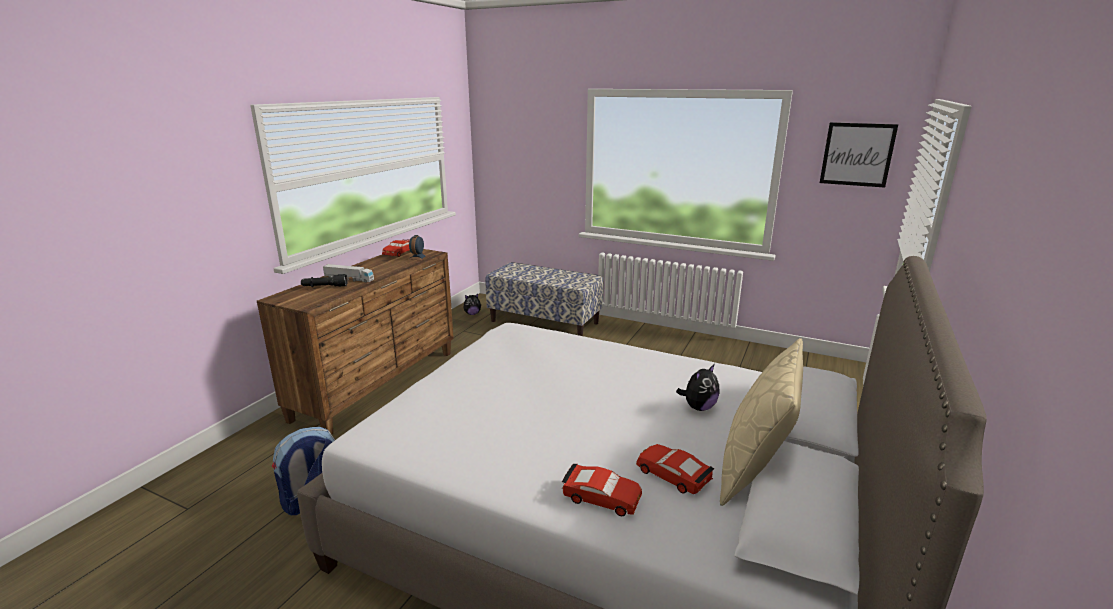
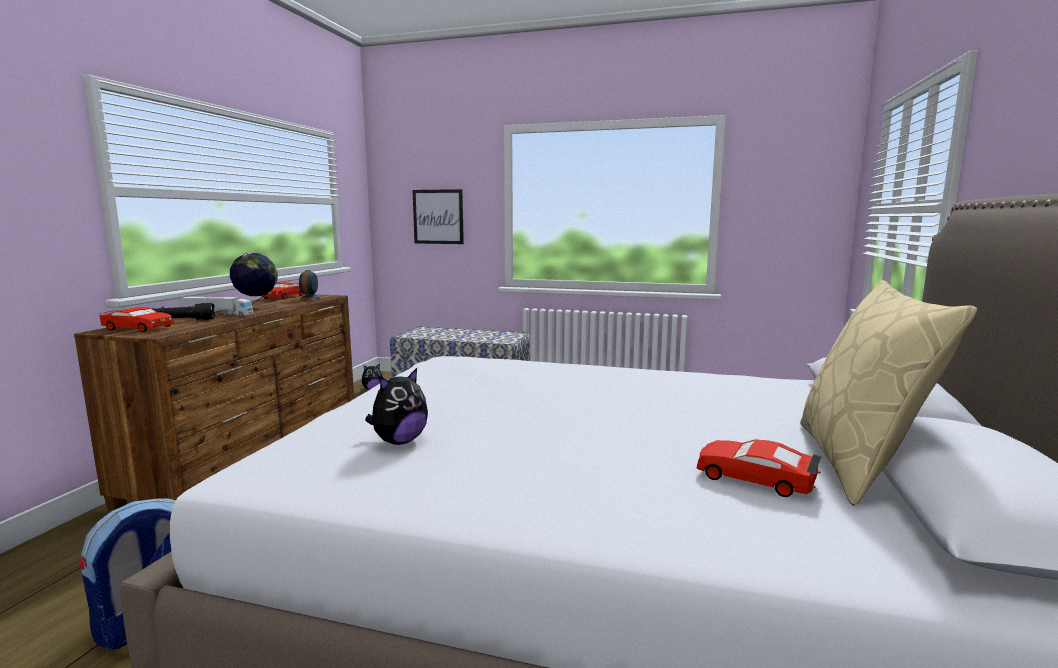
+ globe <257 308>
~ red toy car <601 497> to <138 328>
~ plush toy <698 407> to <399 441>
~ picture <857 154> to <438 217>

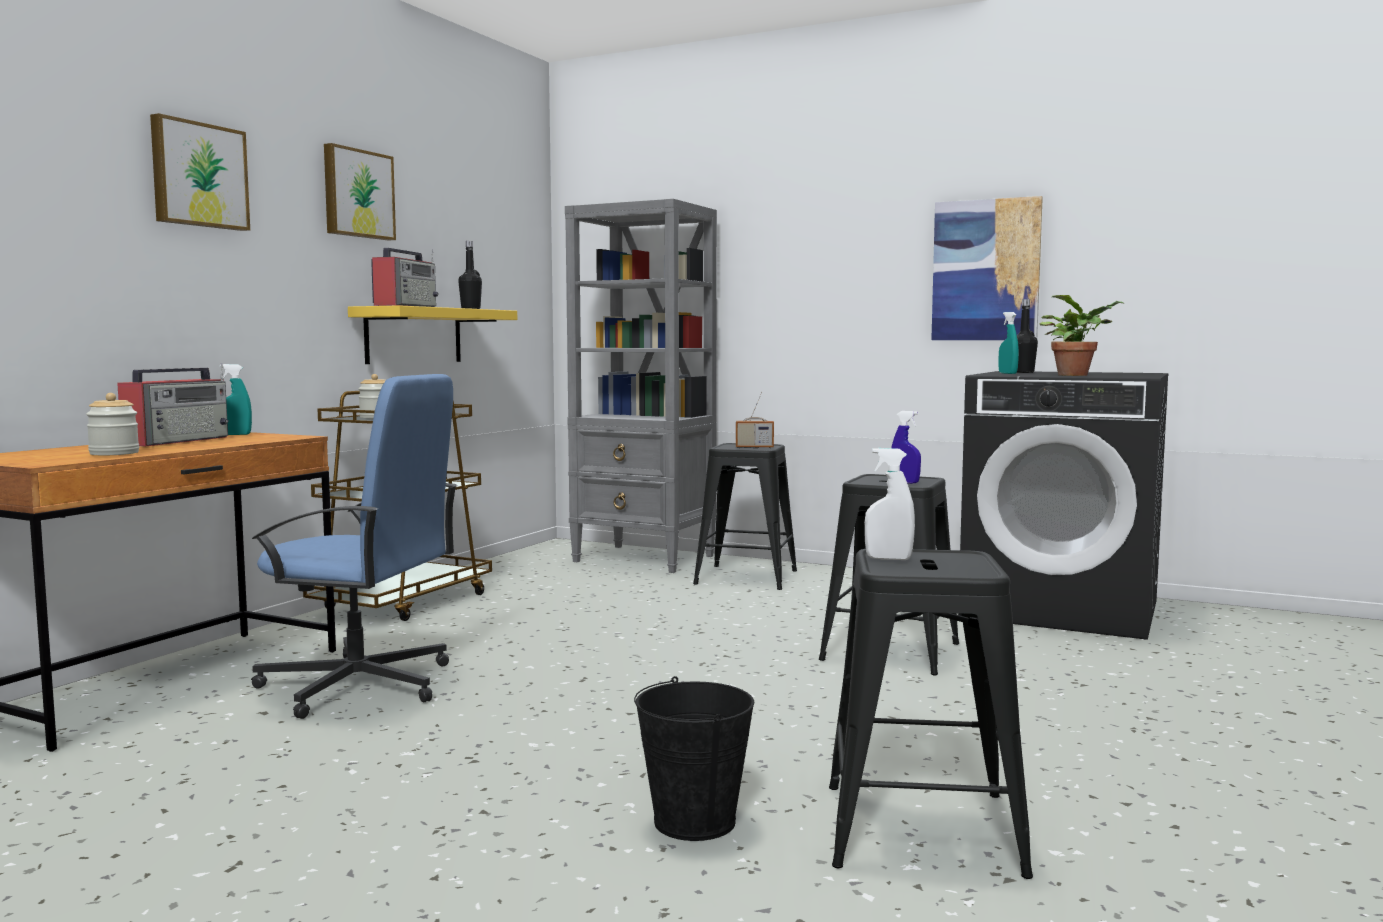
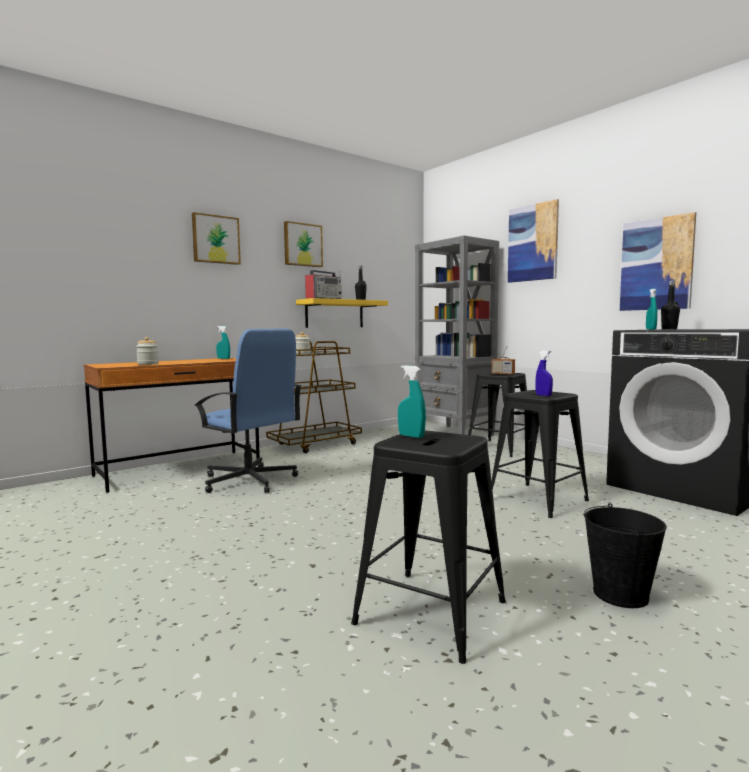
- radio <178 441>
- potted plant <1076 375>
+ picture <532 243>
~ black bucket <695 821> to <620 594>
~ white spray bottle <888 558> to turquoise spray bottle <411 436>

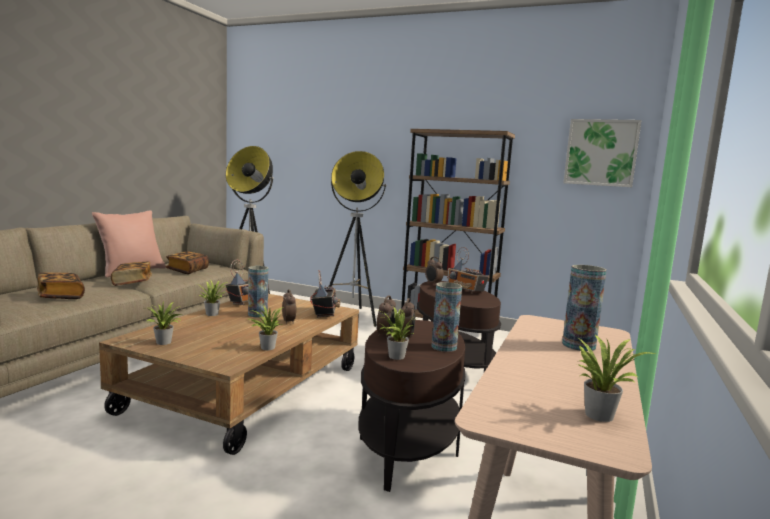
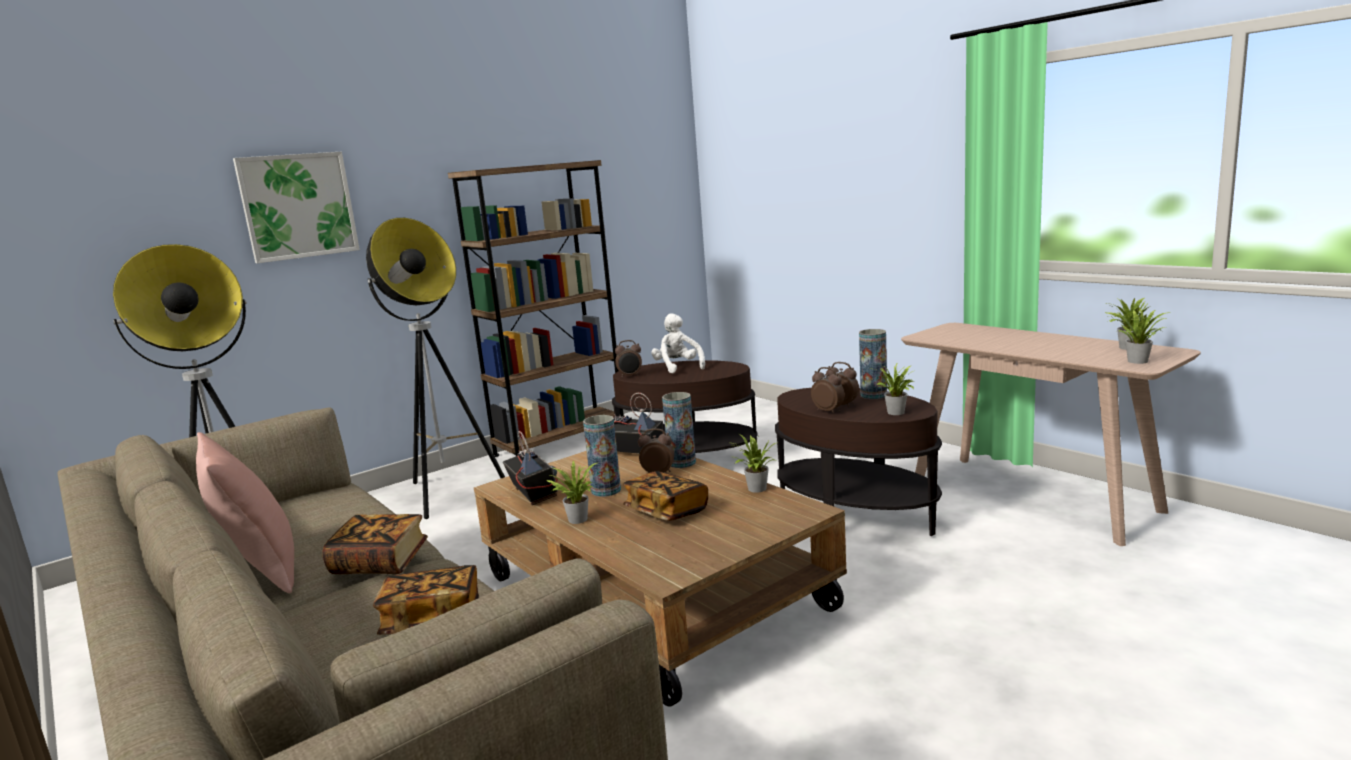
~ potted plant <164 343> to <1139 361>
~ book <187 270> to <666 511>
~ vase <578 345> to <682 463>
~ picture <601 152> to <298 206>
~ radio <465 291> to white plush toy <678 367>

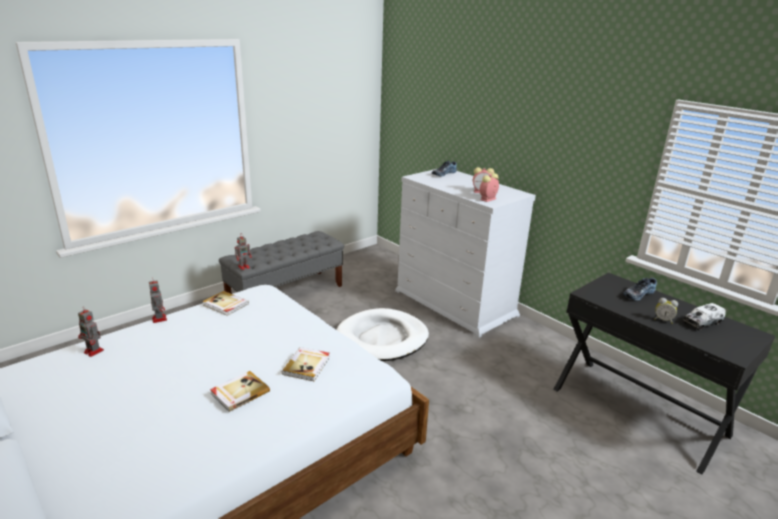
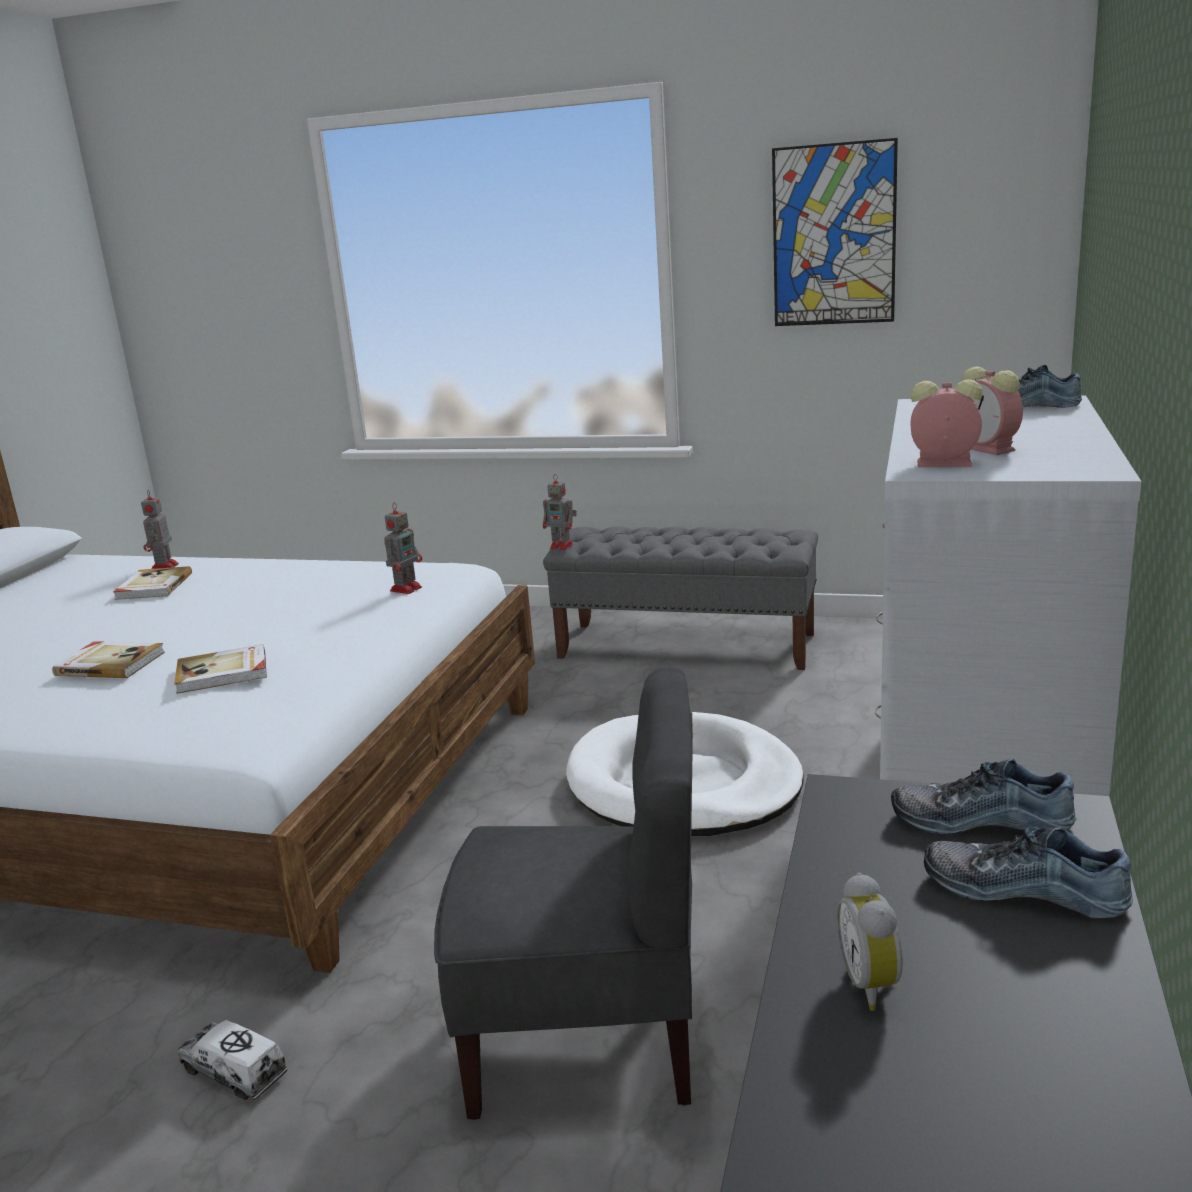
+ grey chair <587 1037>
+ picture <833 235>
+ shoe <980 818>
~ toy robot <159 318> to <407 588>
~ book <225 304> to <153 586>
~ toy truck <702 323> to <234 1072>

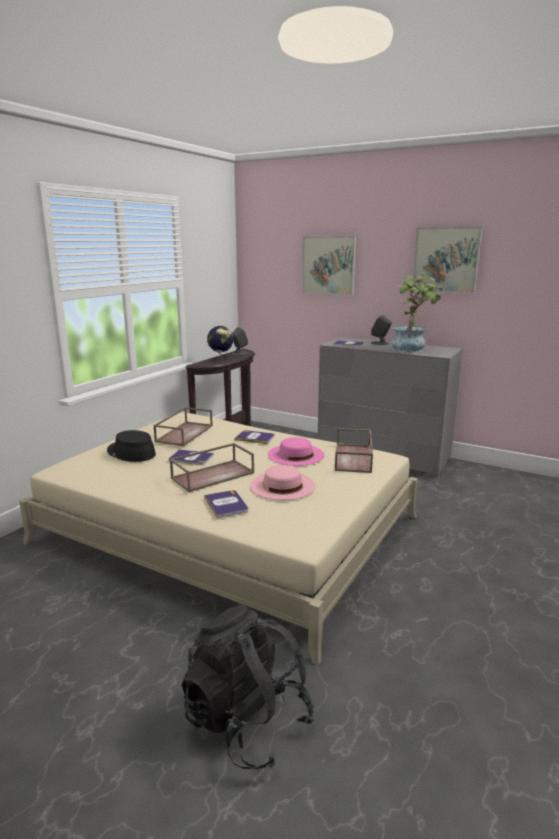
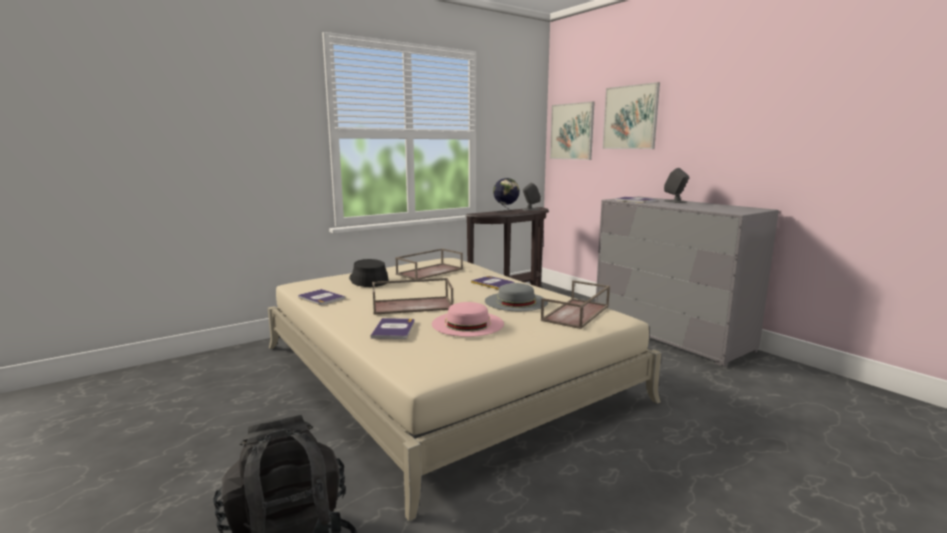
- potted plant <412 350>
~ book <191 458> to <321 298>
~ picture <446 260> to <572 131>
~ pink hat <296 454> to grey hat <516 301>

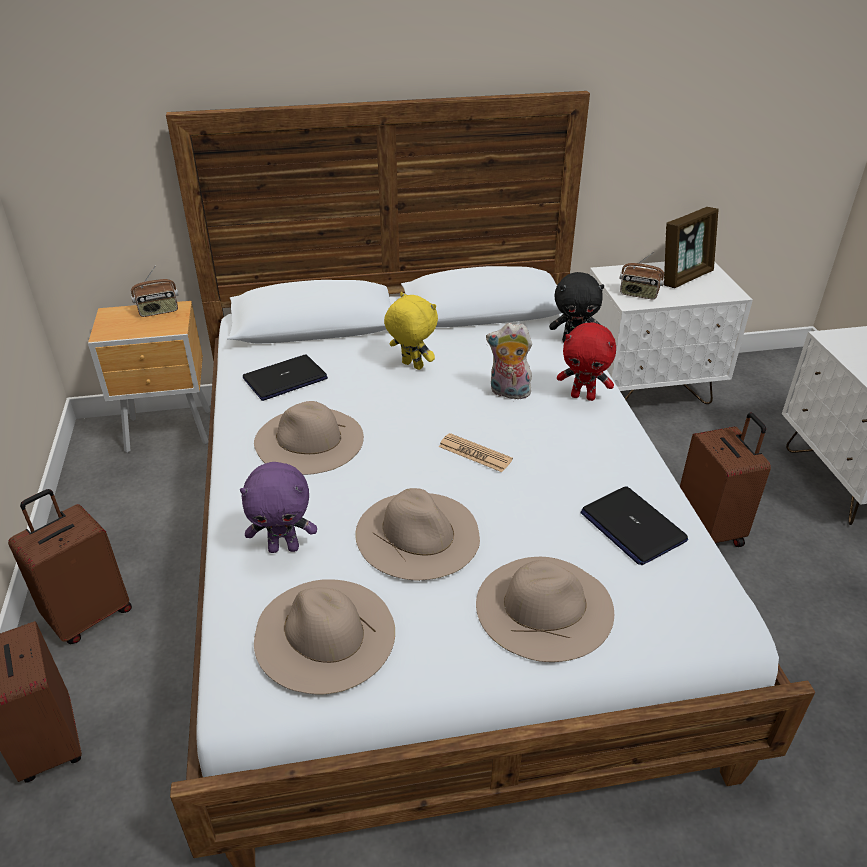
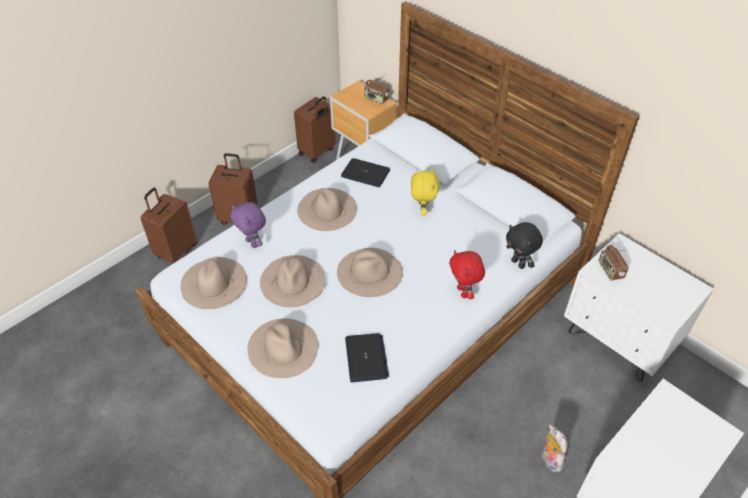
- picture frame <685 277>
~ plush toy <508 393> to <549 459>
~ brown suitcase <710 529> to <317 152>
~ newspaper <475 453> to beige hat <369 272>
~ laptop <632 526> = <366 358> 150 degrees clockwise

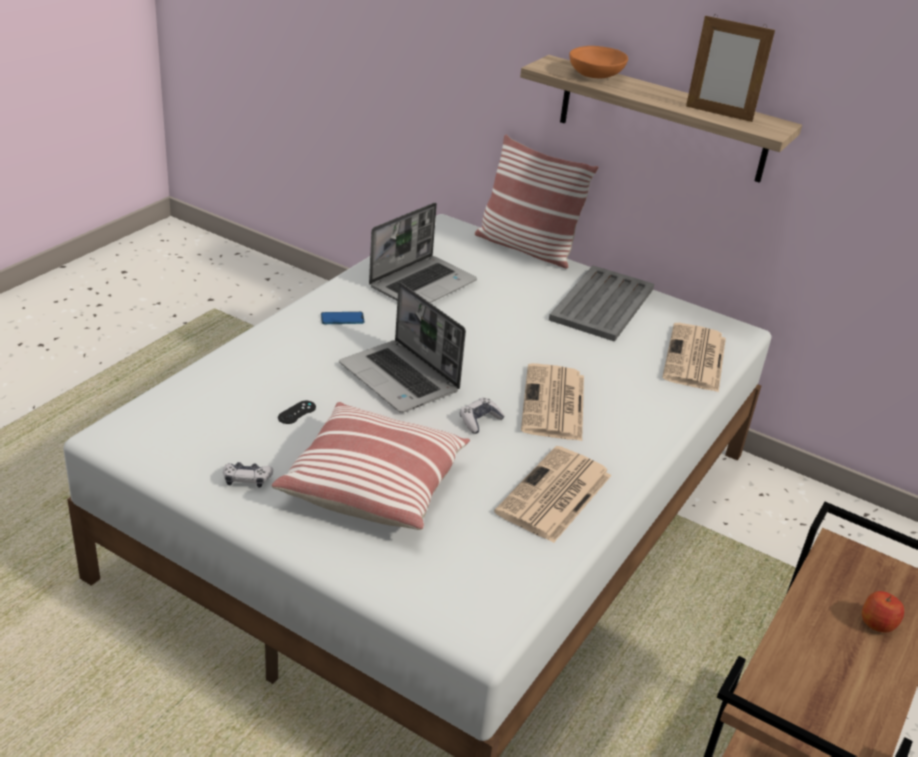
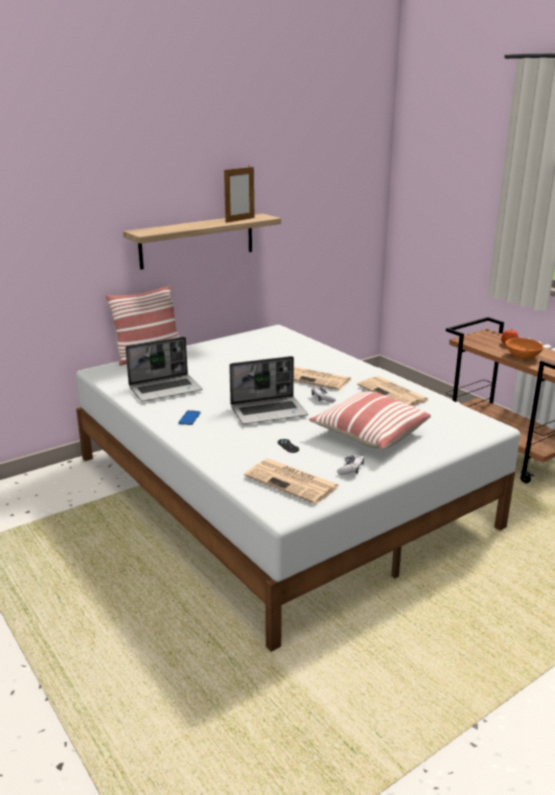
- grey tray <603 304>
~ orange bowl <596 76> to <522 356>
~ newspaper <695 359> to <293 482>
~ laptop <423 284> = <166 389> 90 degrees clockwise

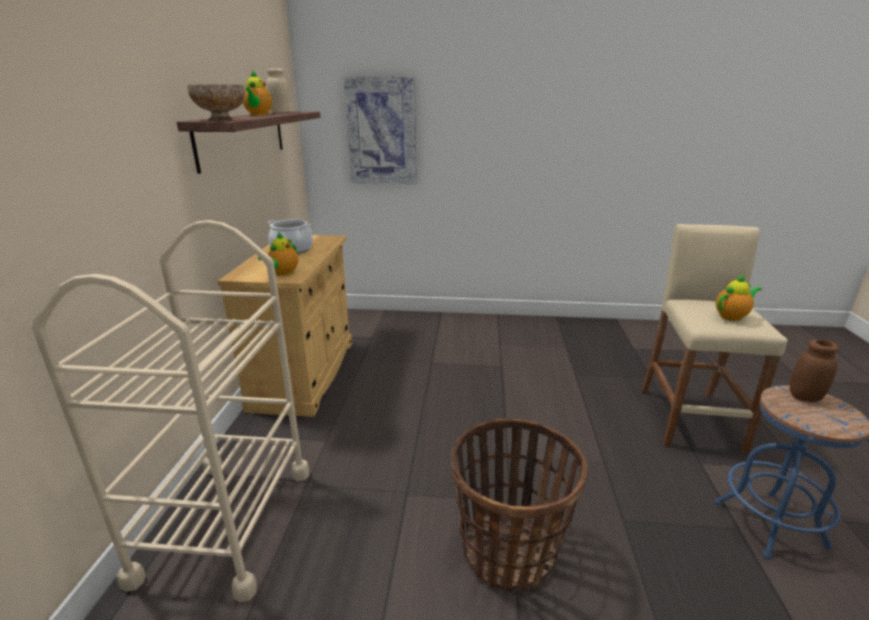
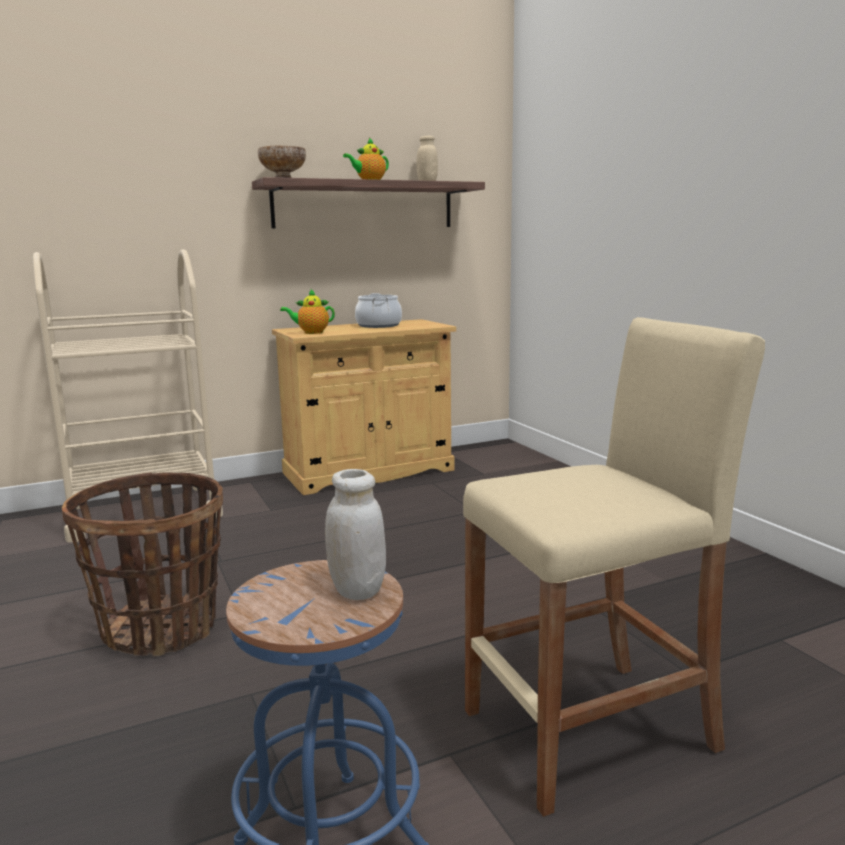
- picture <382 131>
- teapot <732 316>
~ brown jar <804 397> to white jar <357 590>

